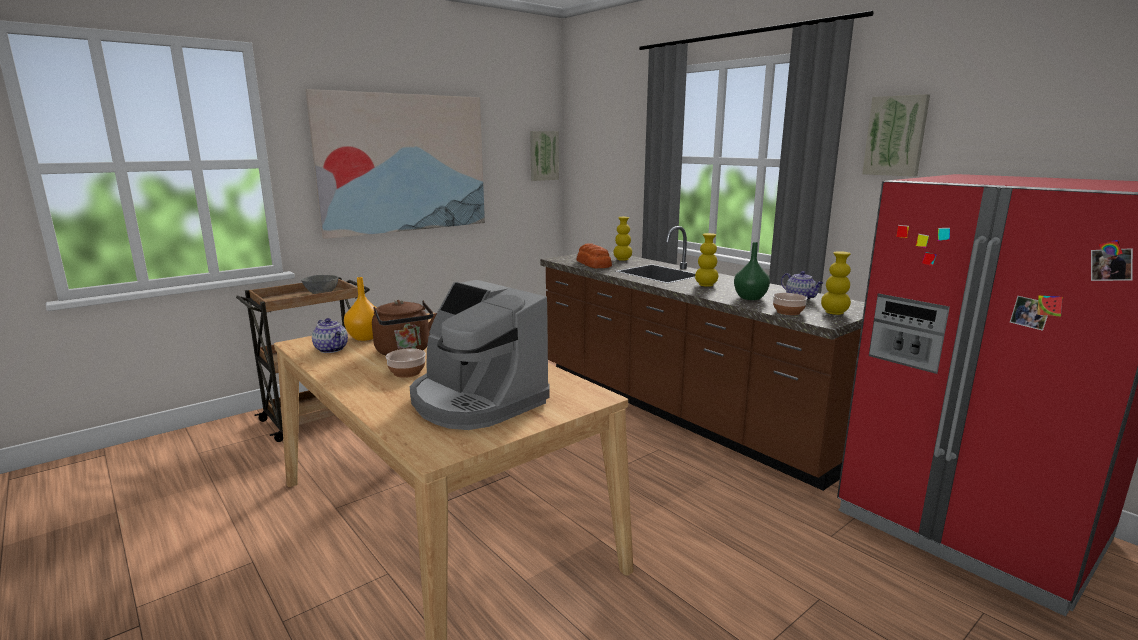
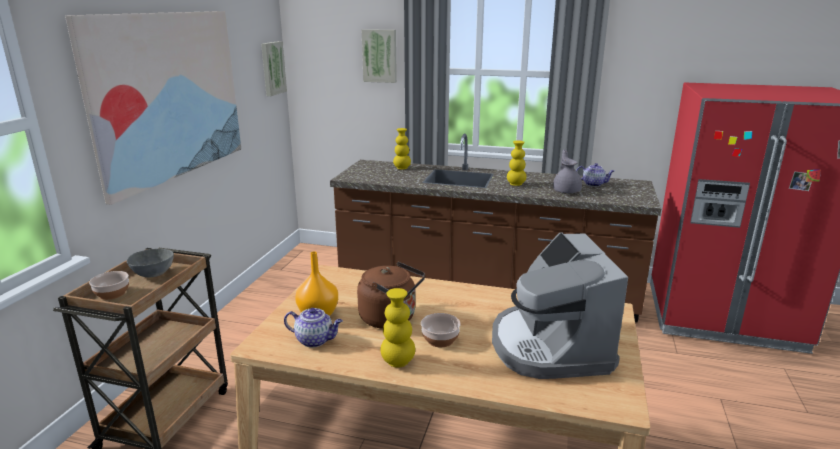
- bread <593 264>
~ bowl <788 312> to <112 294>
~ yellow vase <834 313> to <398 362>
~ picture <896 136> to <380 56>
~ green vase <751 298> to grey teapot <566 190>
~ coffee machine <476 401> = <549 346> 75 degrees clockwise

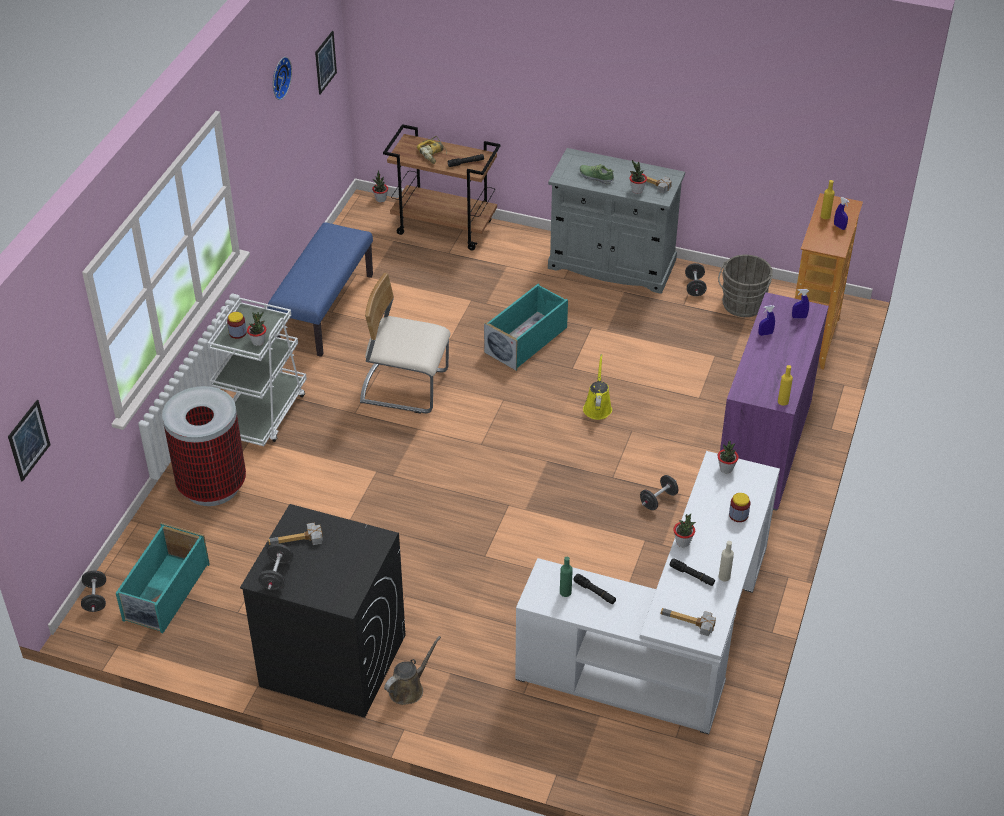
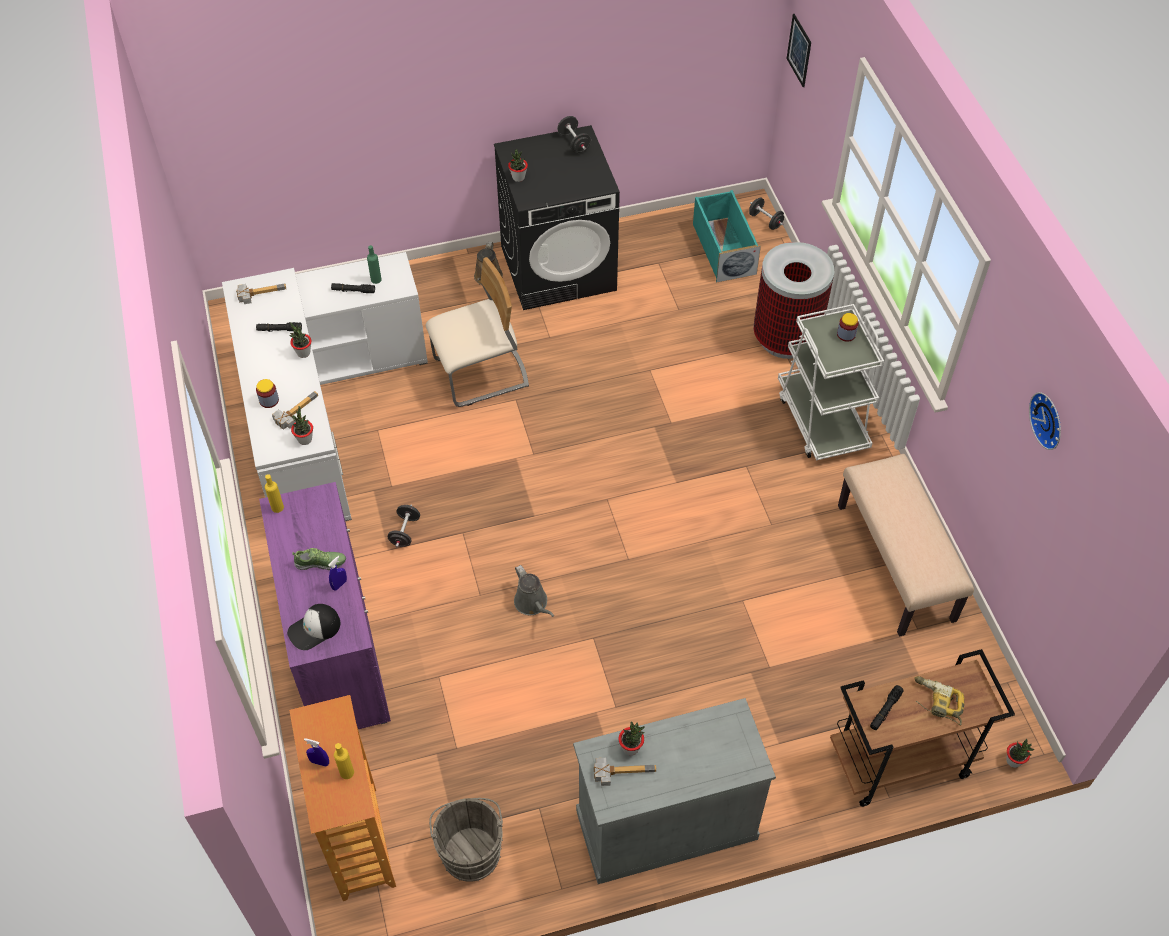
- picture <325 62>
- turquoise storage box <526 340>
- black dumbbell <695 287>
- beige bottle <724 576>
~ potted plant <258 342> to <518 177>
~ hammer <298 542> to <294 411>
~ beige chair <404 387> to <481 374>
~ shoe <596 177> to <321 563>
~ blue spray bottle <799 317> to cap <314 629>
~ blue bench <324 309> to beige bench <896 562>
~ yellow watering can <597 407> to grey watering can <532 603>

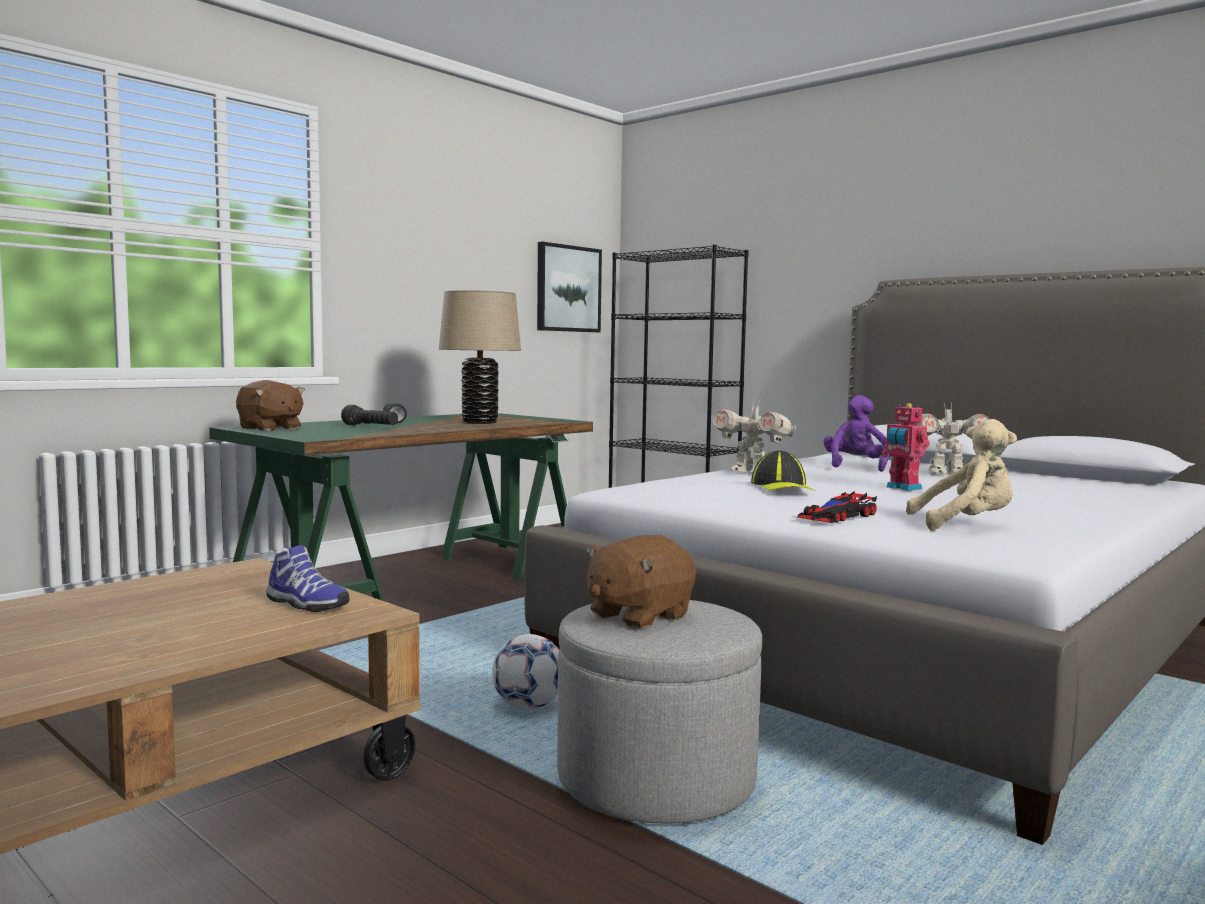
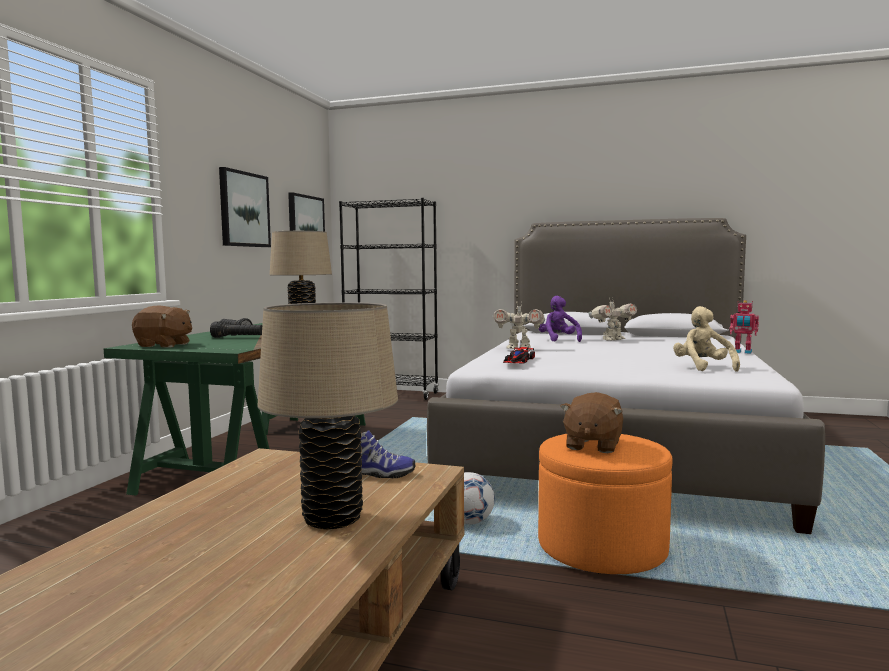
- cap <782 486>
+ picture <244 209>
+ beige table lamp <332 518>
~ toy car <837 517> to <519 360>
~ toy robot <902 488> to <742 352>
~ grey ottoman <656 778> to orange ottoman <602 547>
~ beige plush toy <965 524> = <703 367> 75 degrees counterclockwise

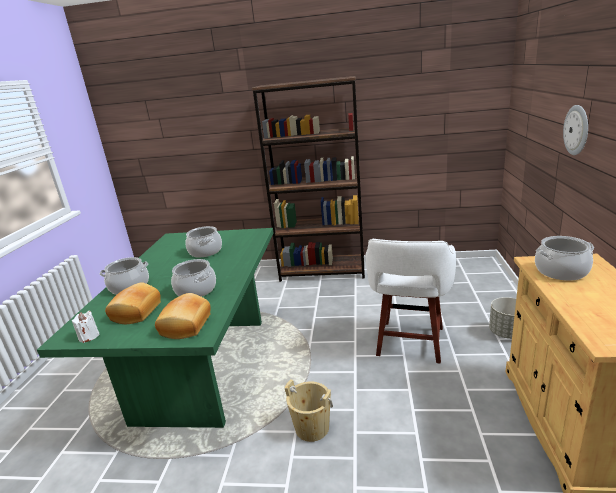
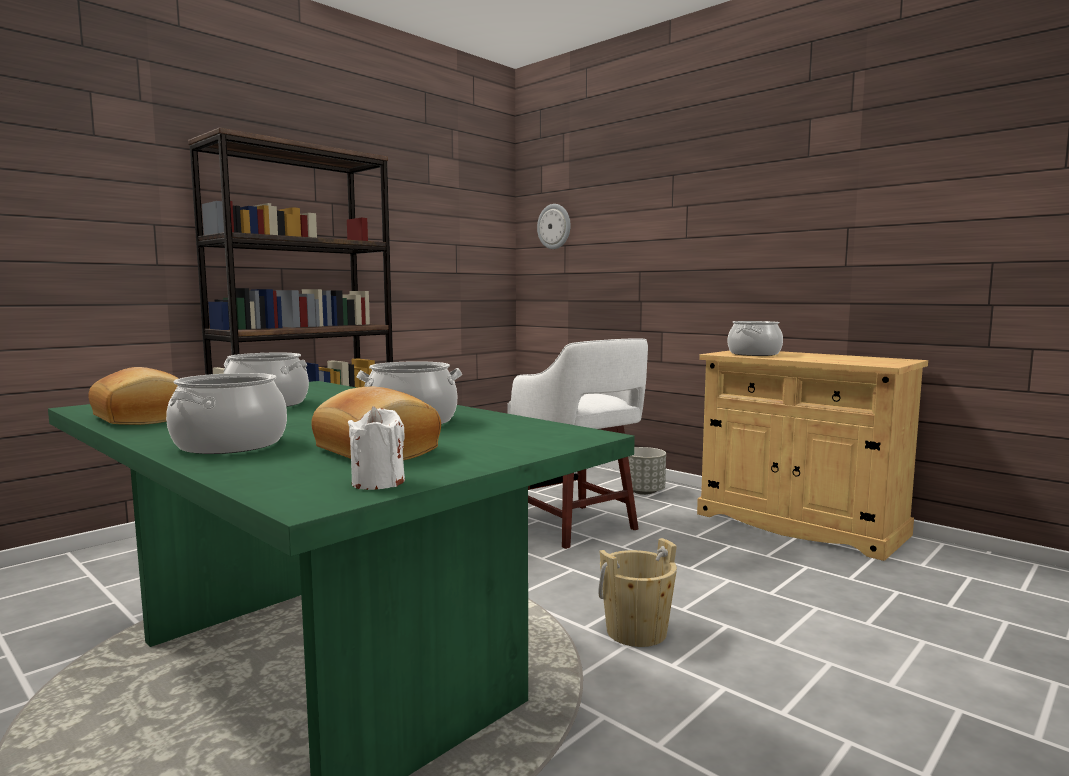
~ bread <187 325> to <145 417>
~ wall clock <577 130> to <554 226>

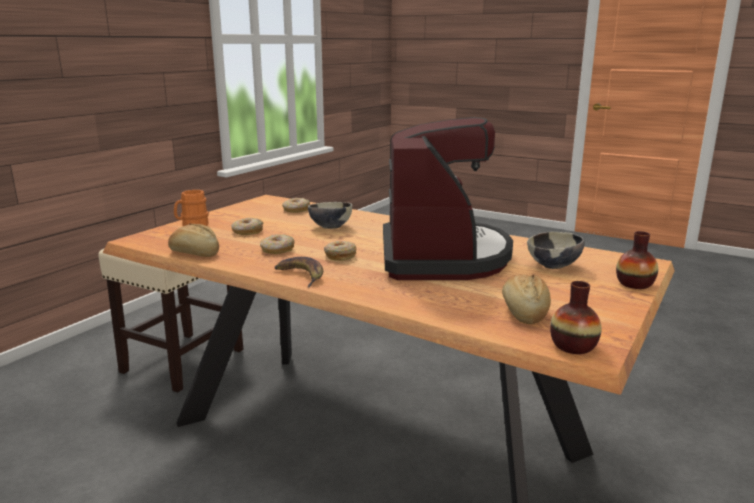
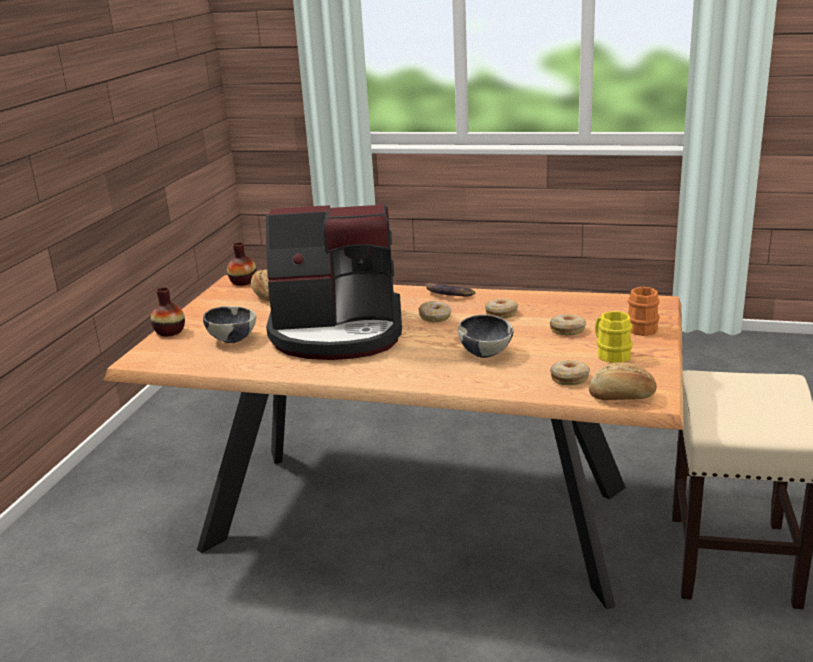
+ yellow mug <610 354>
~ bread <195 253> to <622 397>
~ coffee machine <442 257> = <338 332> 75 degrees counterclockwise

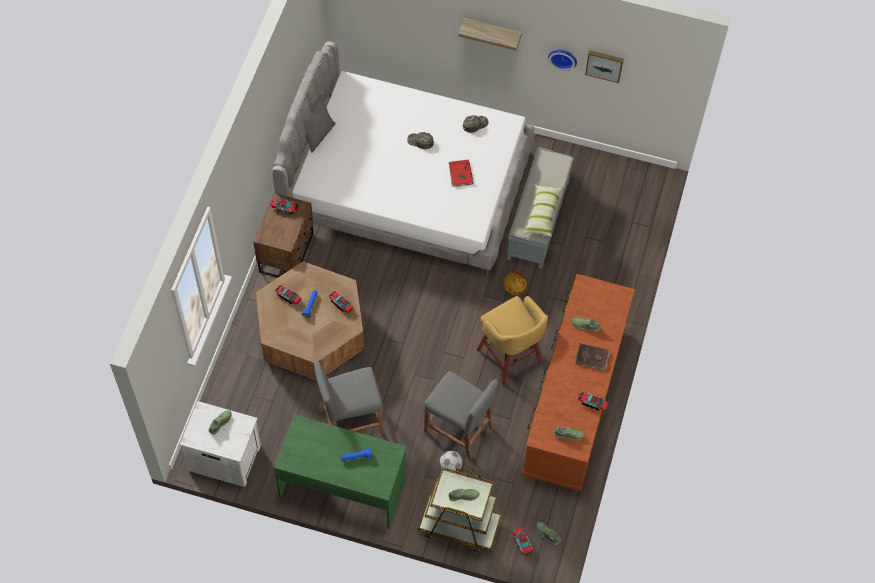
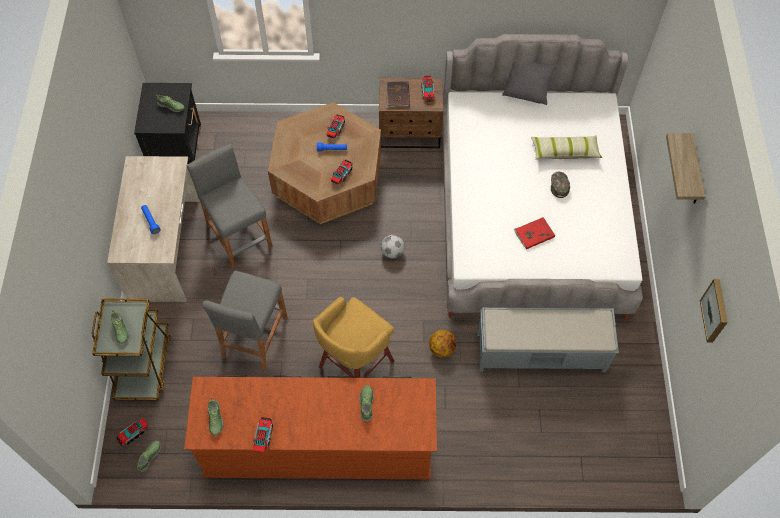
- green cap <475 124>
- wall clock <563 57>
~ football <450 466> to <392 252>
~ pillow <543 214> to <564 152>
~ brown book <592 358> to <397 96>
~ white nightstand <224 457> to black nightstand <176 145>
~ green desk <343 487> to beige desk <165 249>

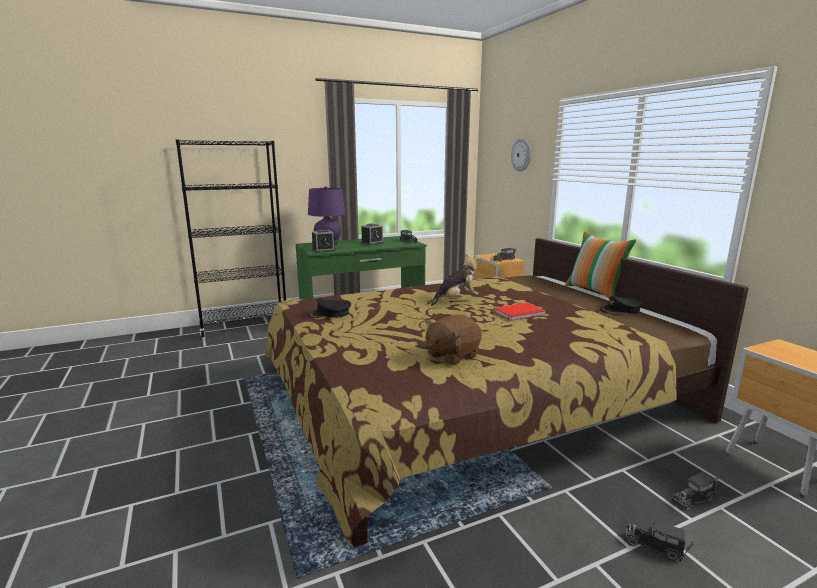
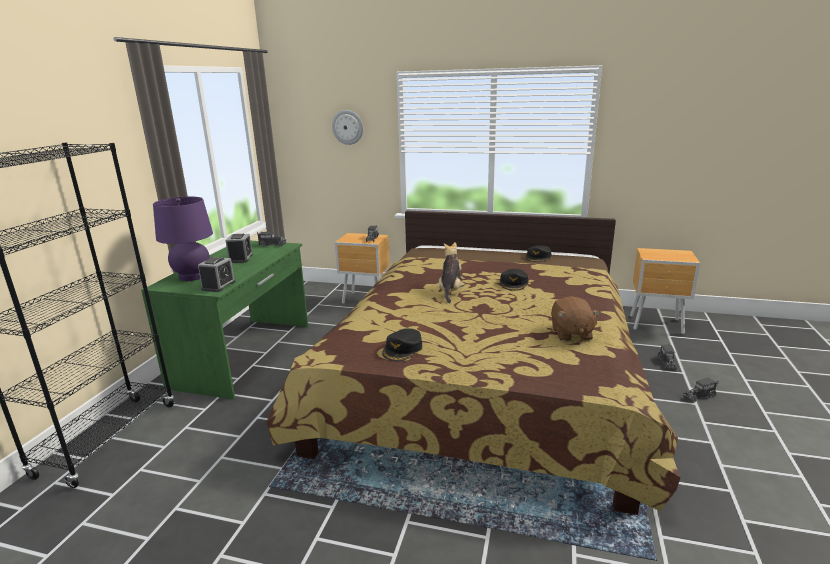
- pillow <595 291>
~ red book <520 314> to black cap <514 283>

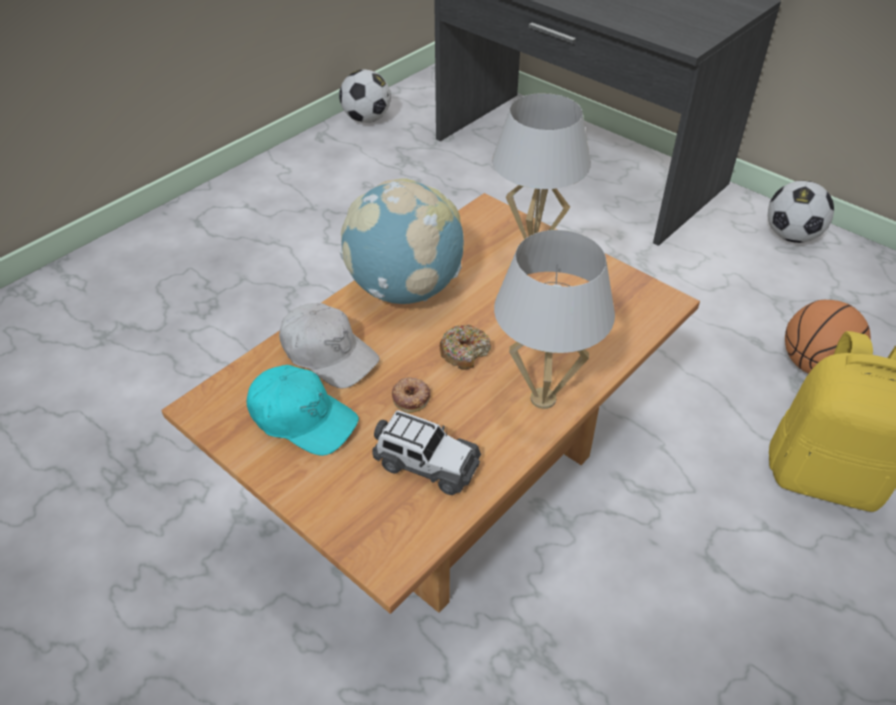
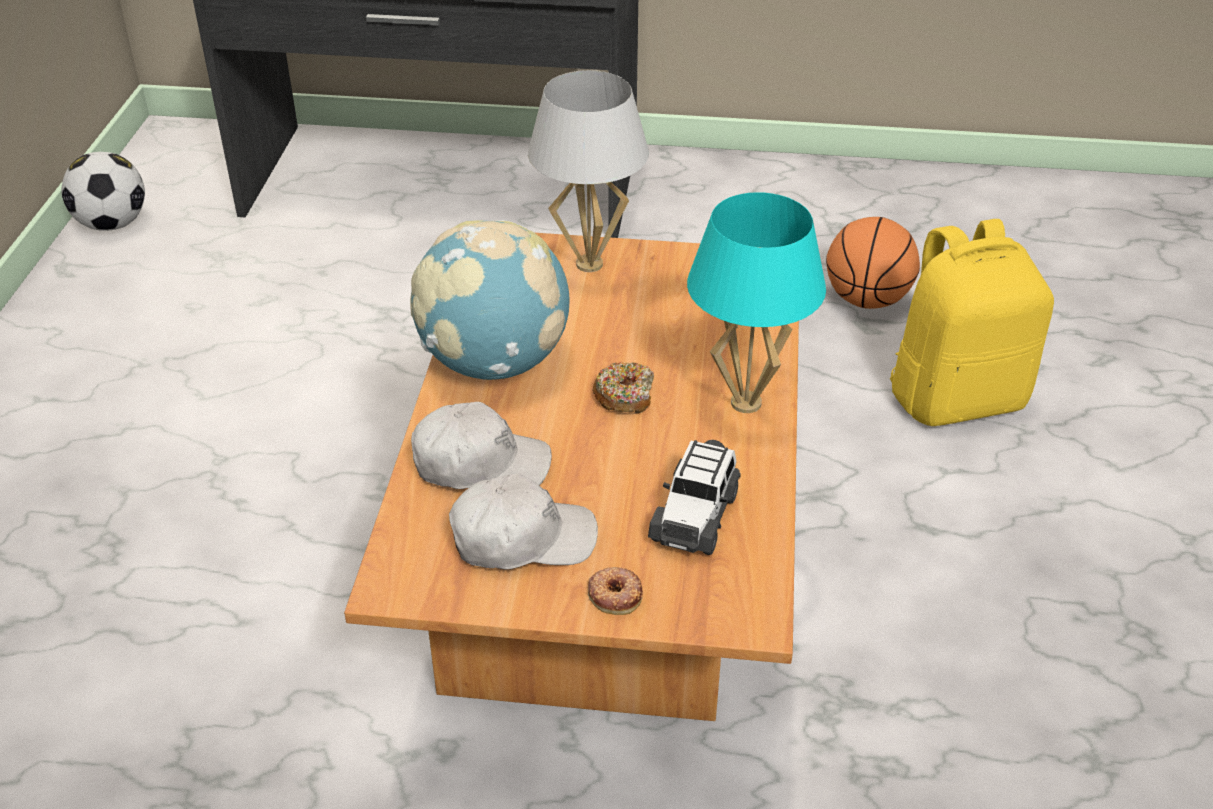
- football <791 236>
~ donut <411 397> to <615 594>
~ turquoise cap <302 418> to white cap <522 539>
~ white table lamp <543 399> to turquoise table lamp <746 403>
~ toy car <426 464> = <695 515> 120 degrees clockwise

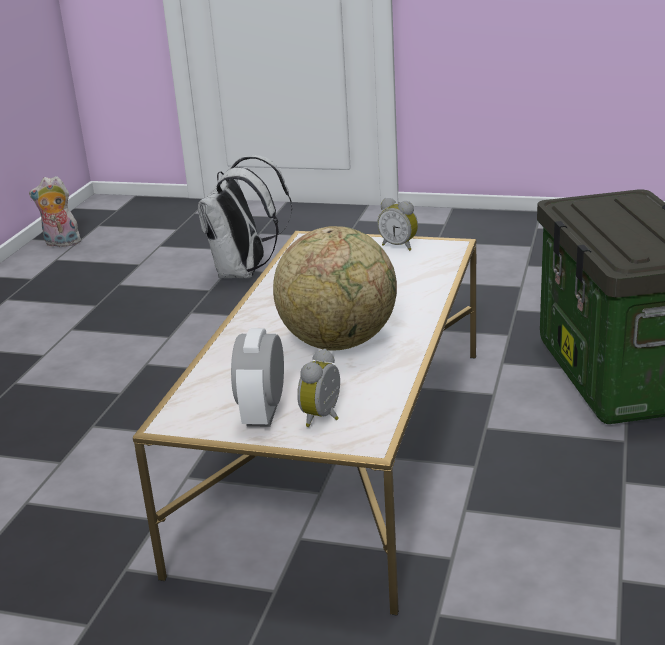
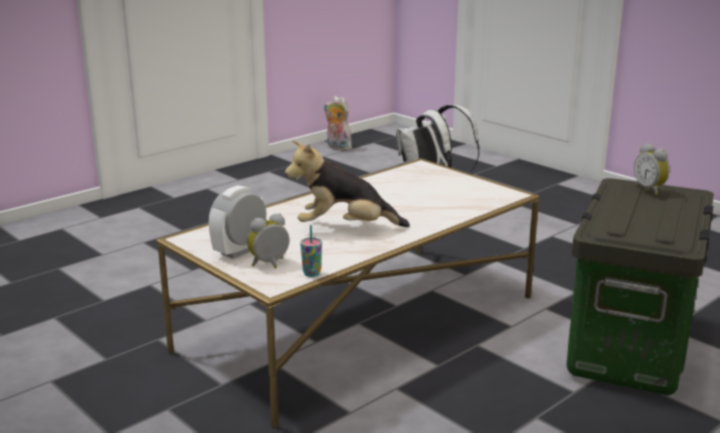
+ cup <311 273>
~ alarm clock <399 246> to <650 189>
~ globe <339 342> to plush toy <344 228>

